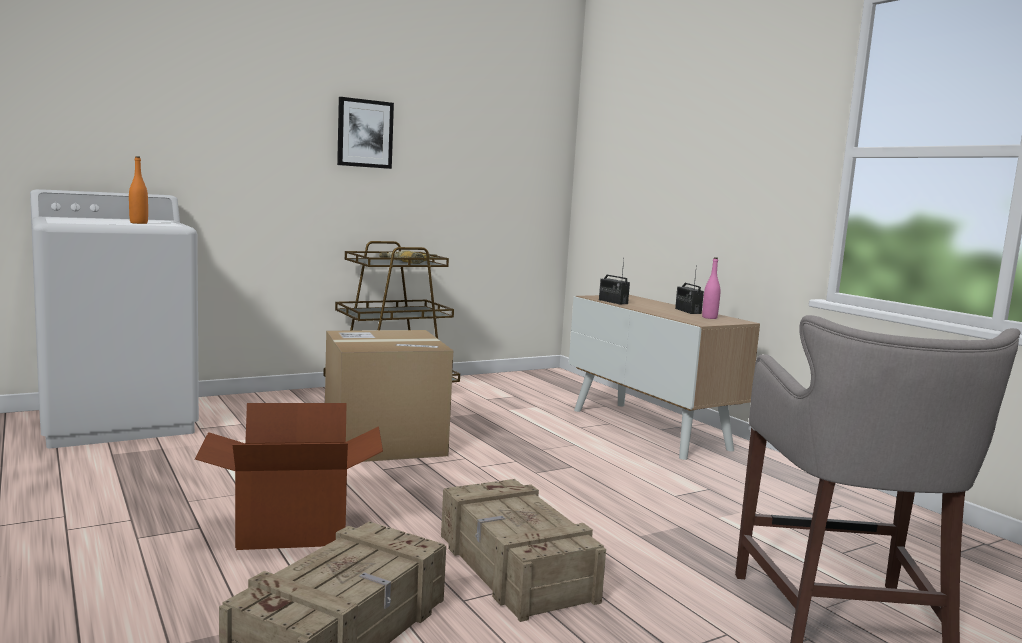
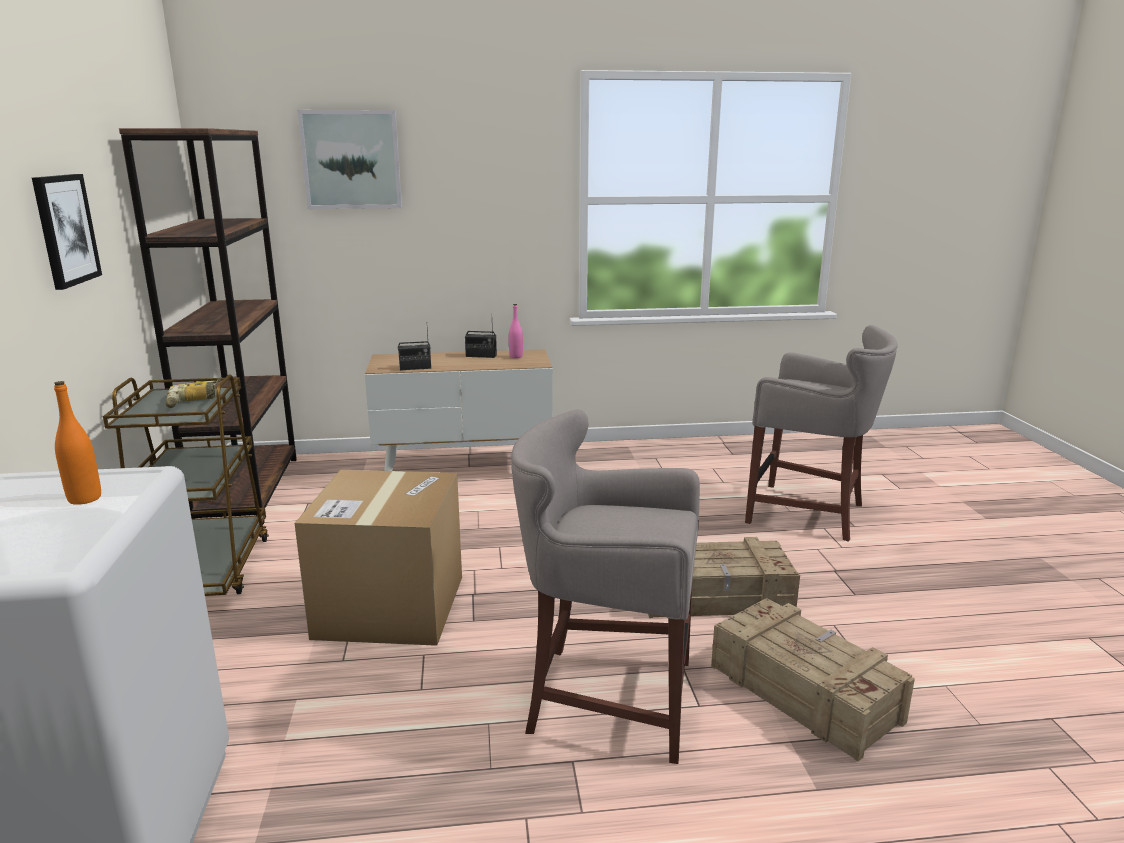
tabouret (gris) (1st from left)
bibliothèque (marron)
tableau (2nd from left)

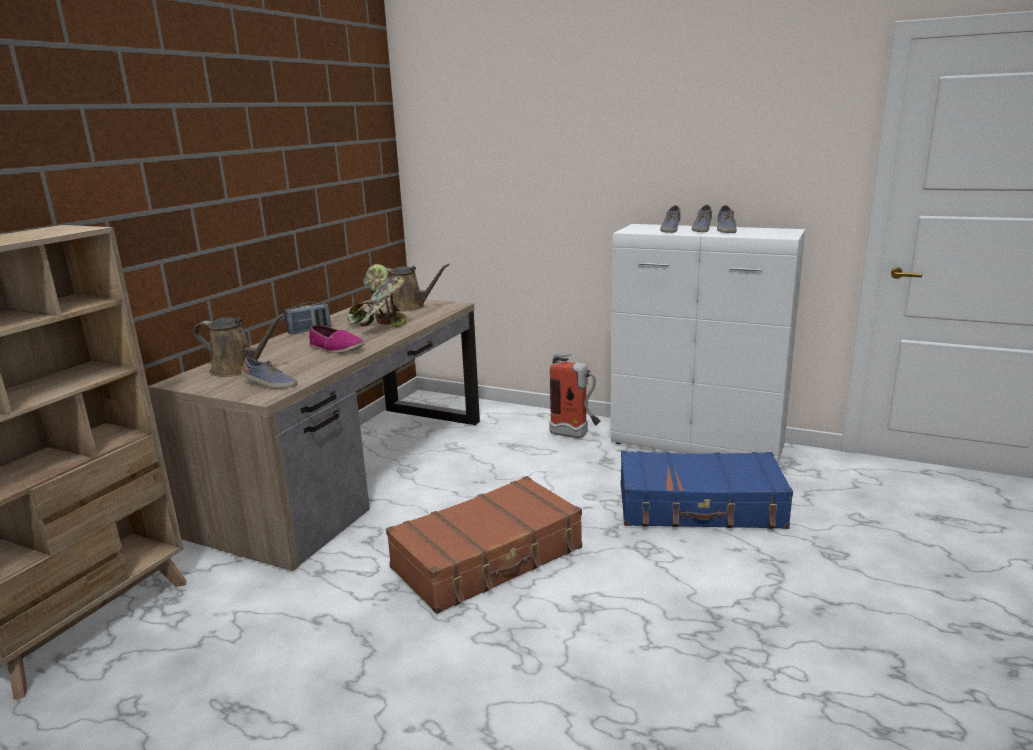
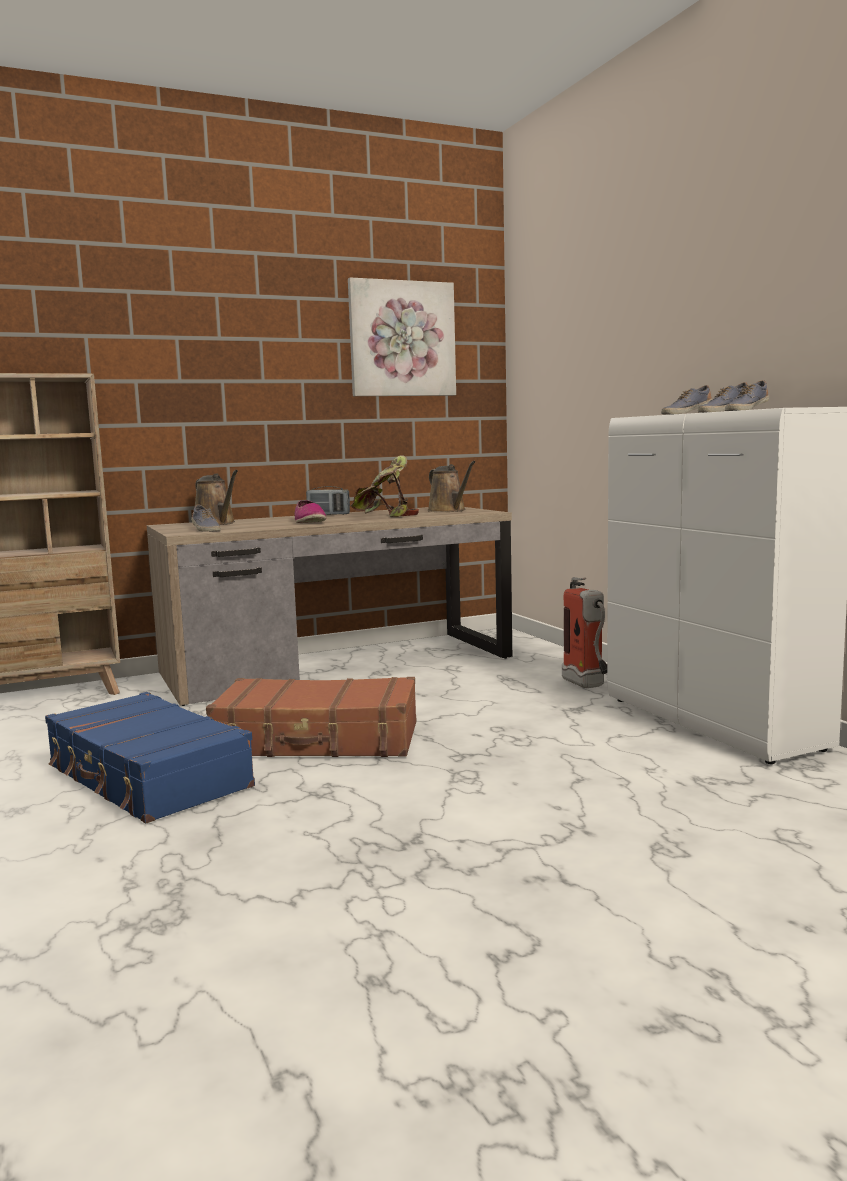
valise (bleu)
tableau

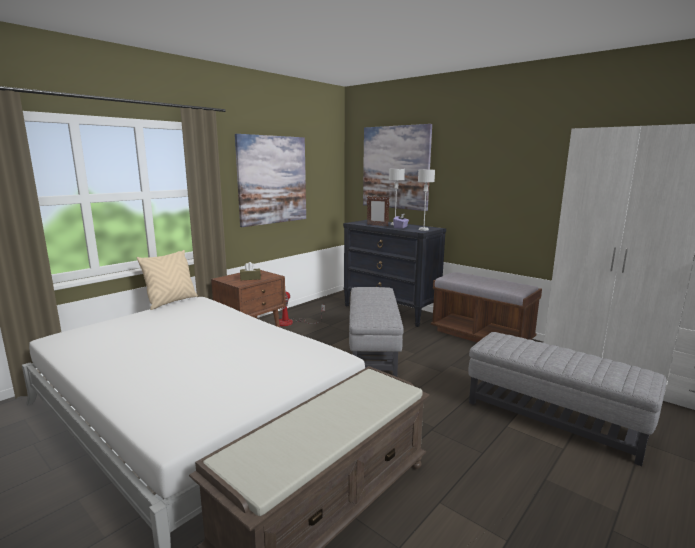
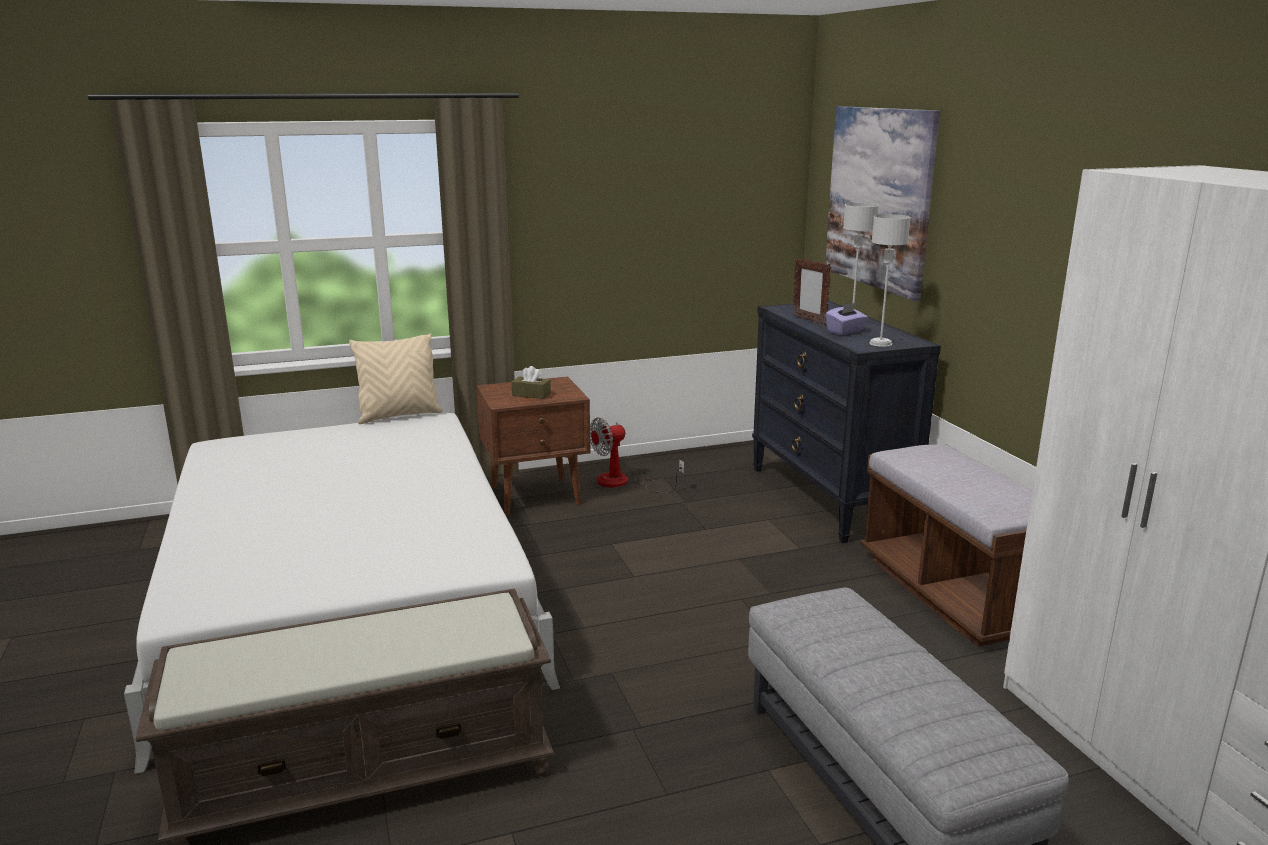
tableau (1st from left in the first image)
pouf (gris) (1st from left in the first image)

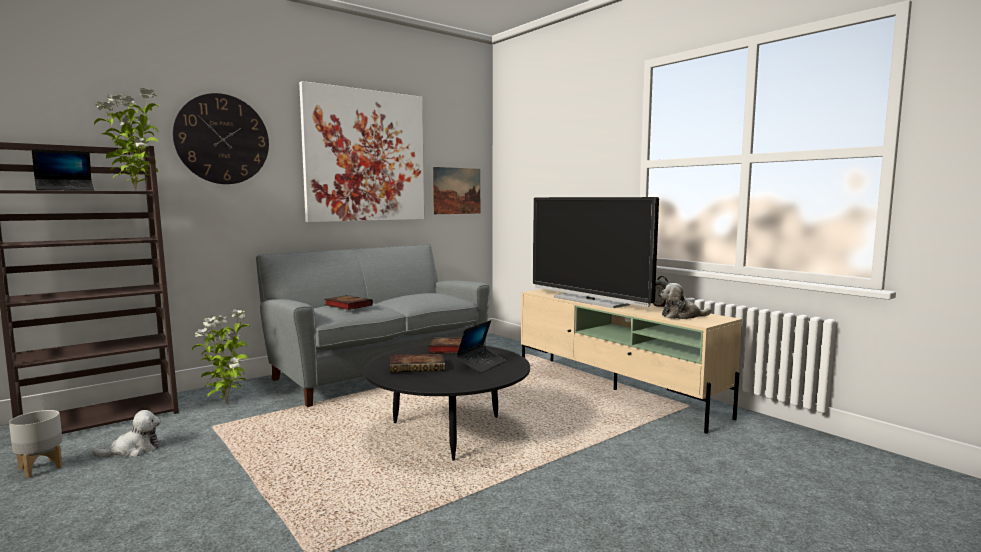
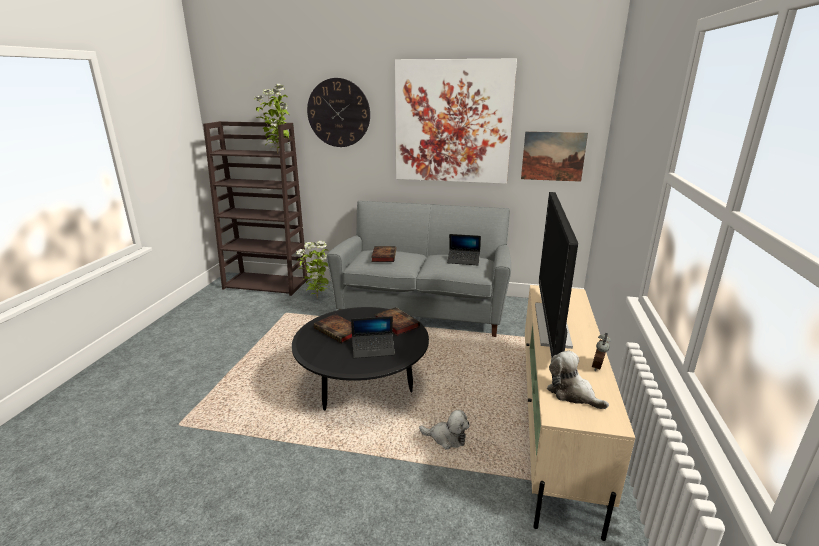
cache-pot (gris)
ordinateur portable (2nd from left)
peluche (1st from left)

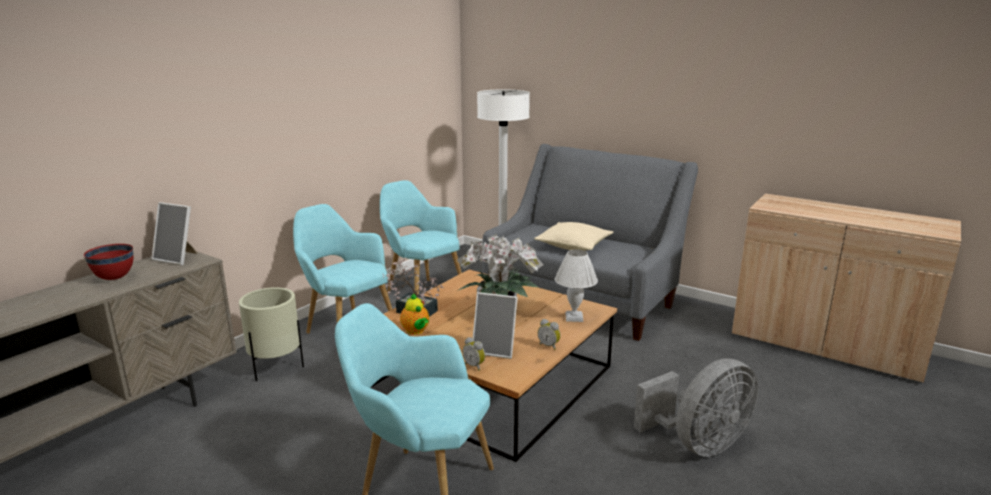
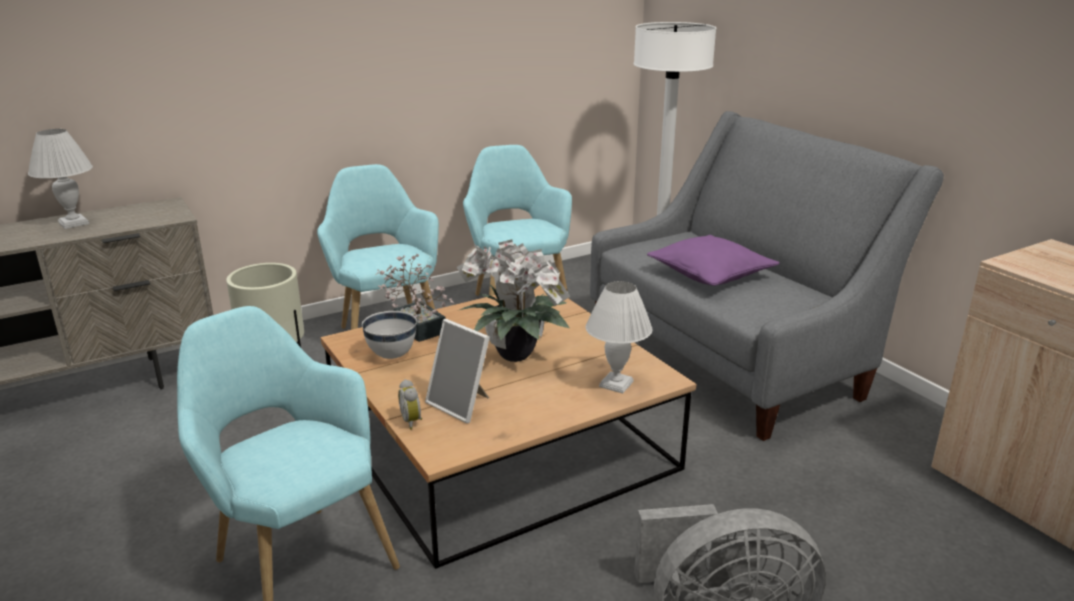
lampe de table (blanc) (1st from left)
cadre photo (1st from left in the first image)
bol (blanc)
coussin (violet)
réveil (2nd from left in the first image)

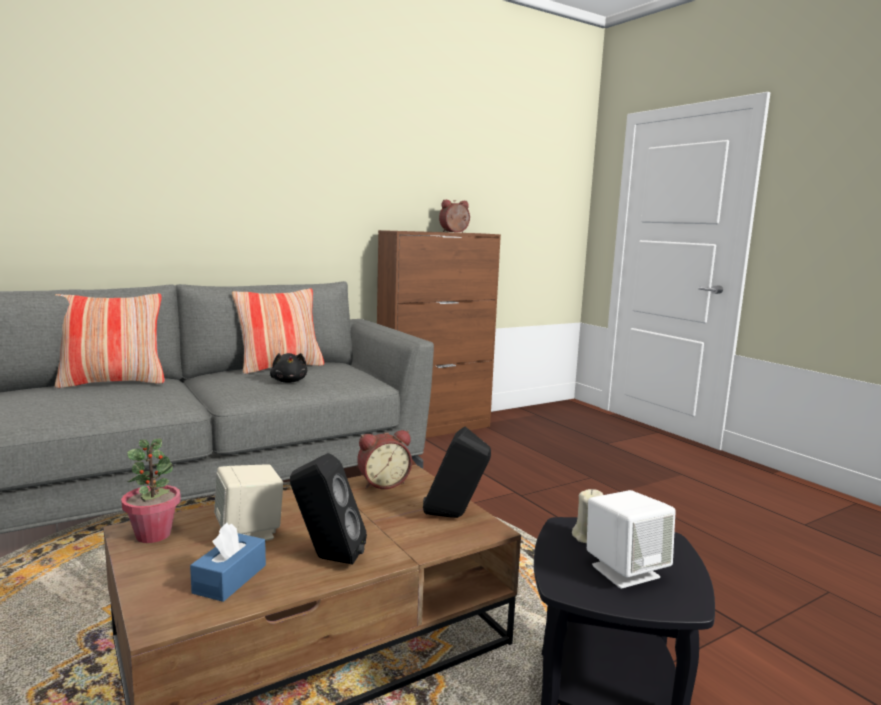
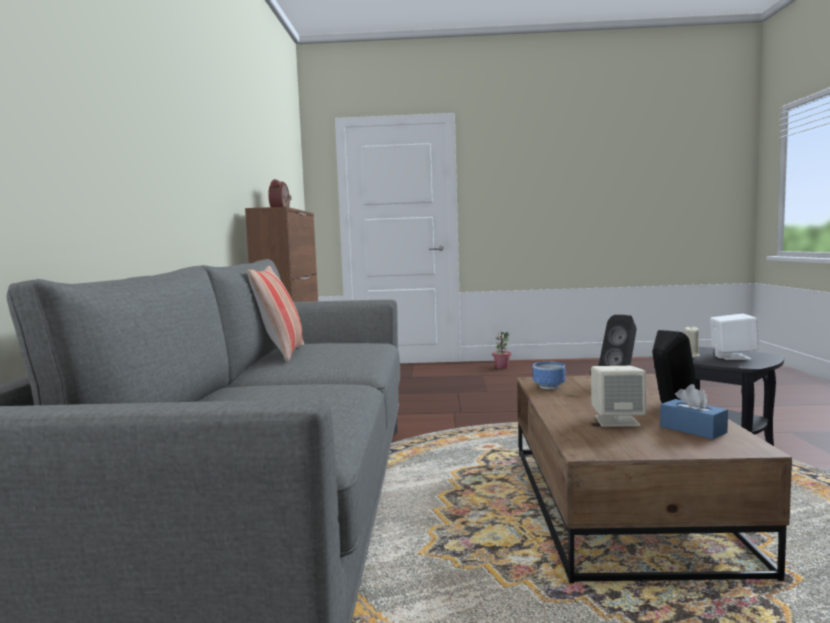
coussin (1st from left in the first image)
plante en pot
peluche (noir)
bol

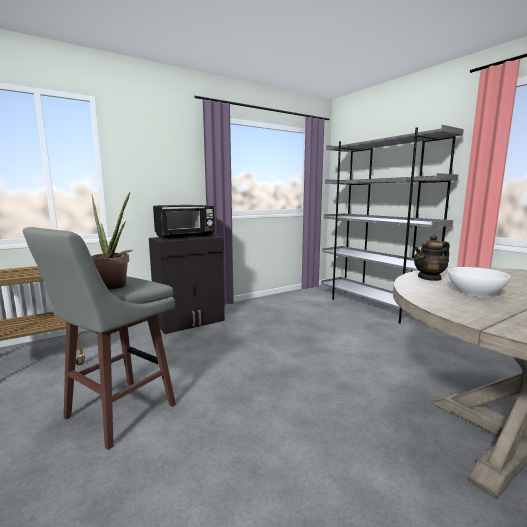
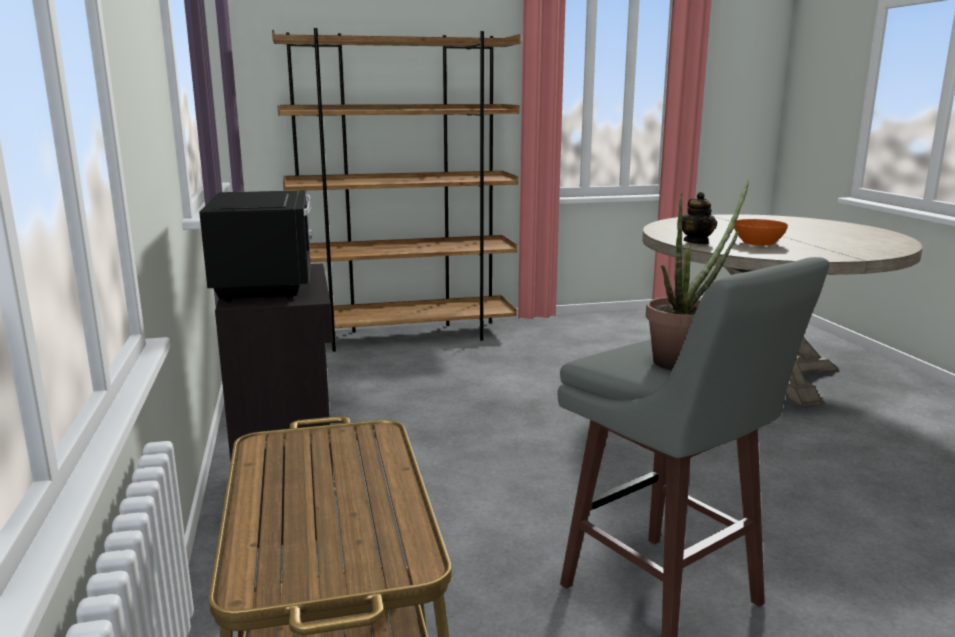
bibliothèque (marron)
bol (orange)

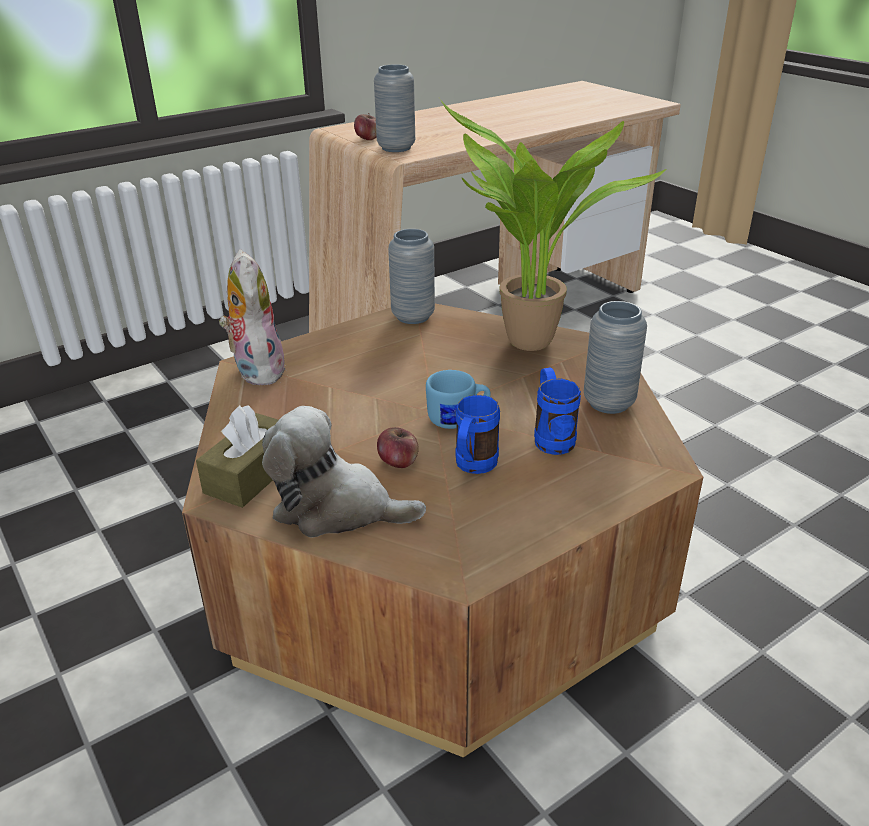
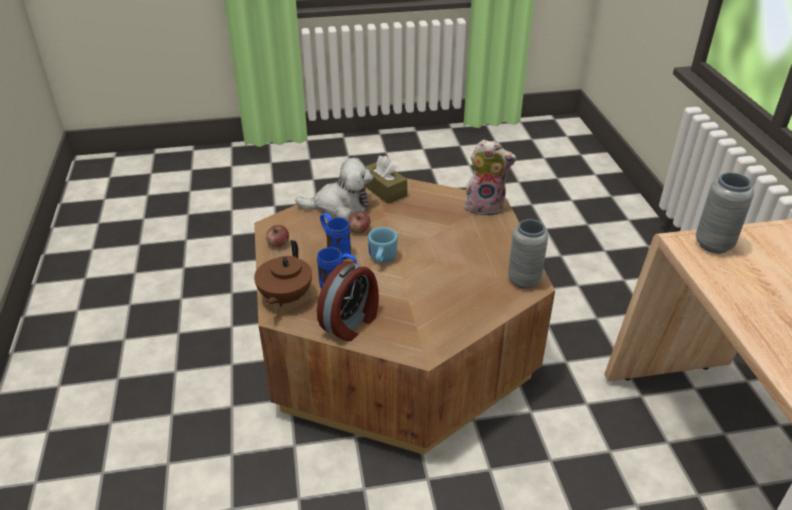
peluche (1st from left)
pomme (1st from left)
plante en pot
réveil
théière (marron)

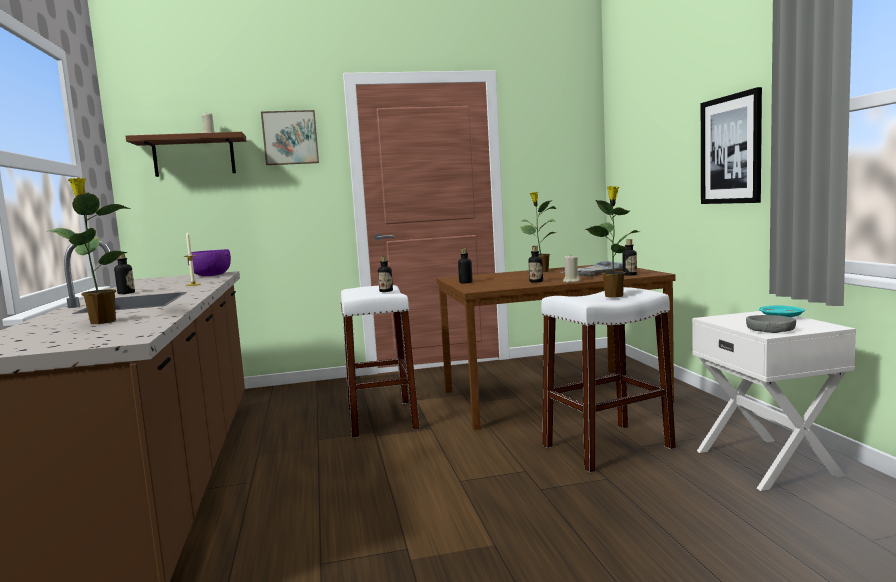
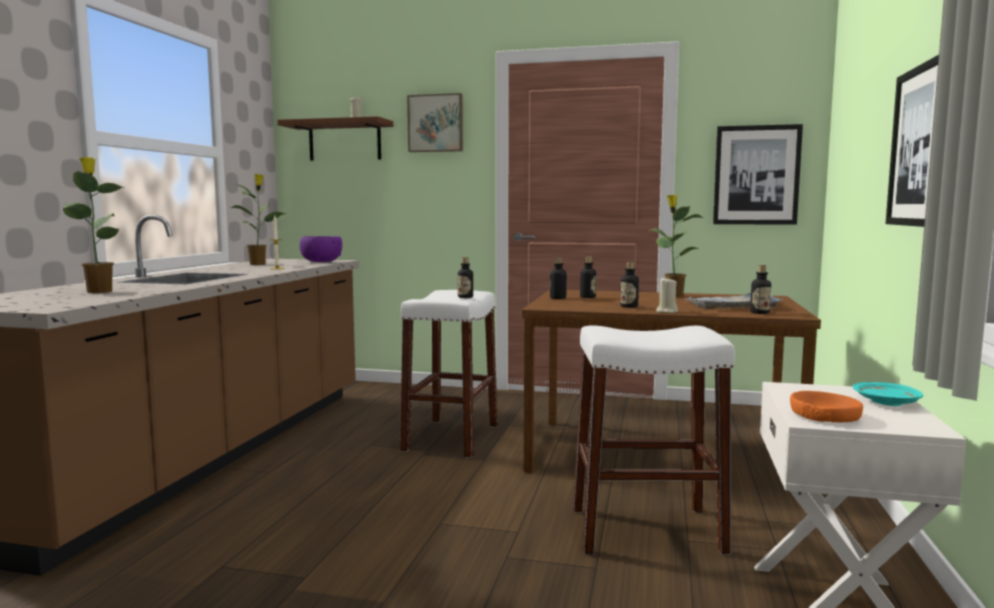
bouteille (3rd from left)
plante en pot (2nd from left)
bol (orange)
tableau (2nd from left)

